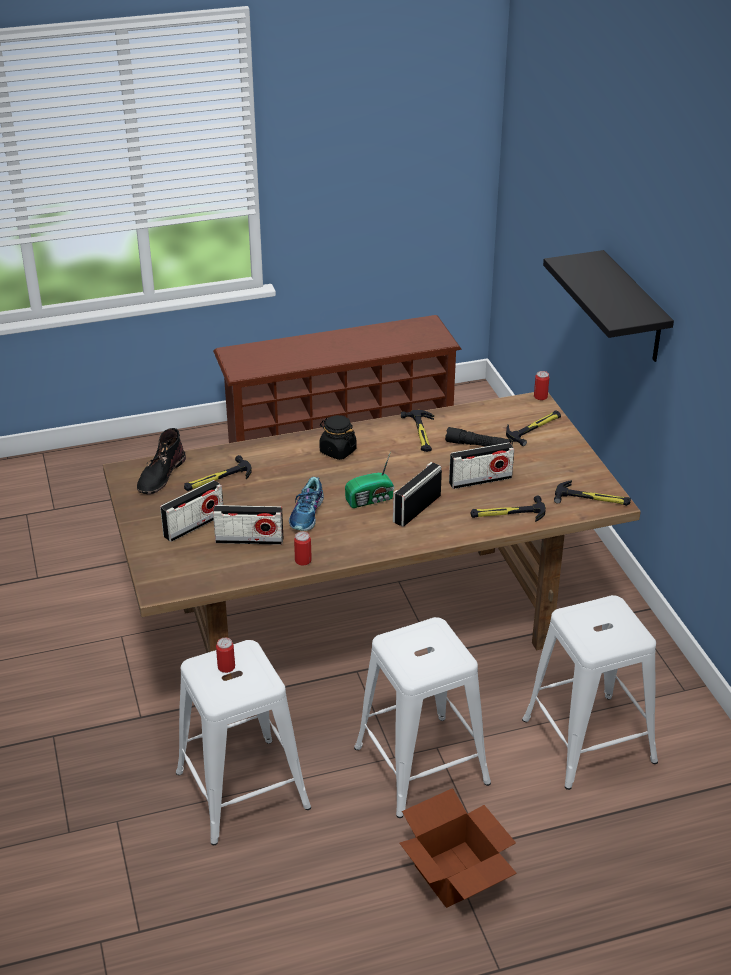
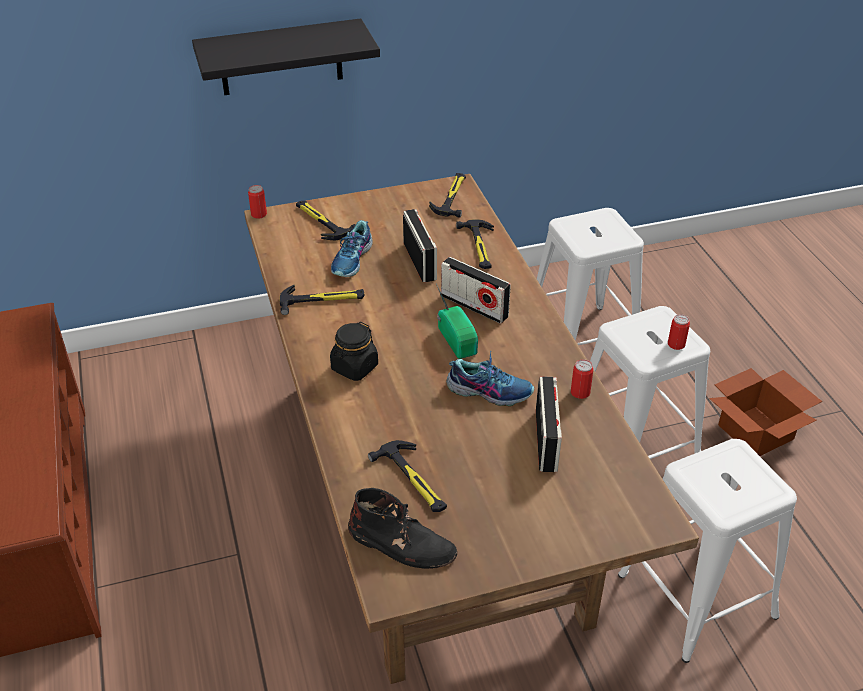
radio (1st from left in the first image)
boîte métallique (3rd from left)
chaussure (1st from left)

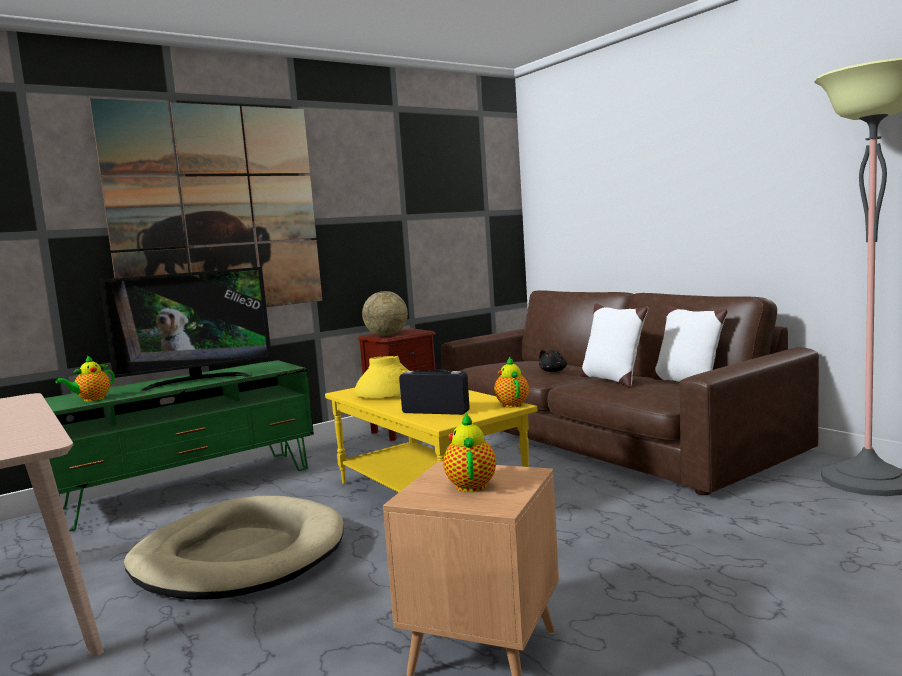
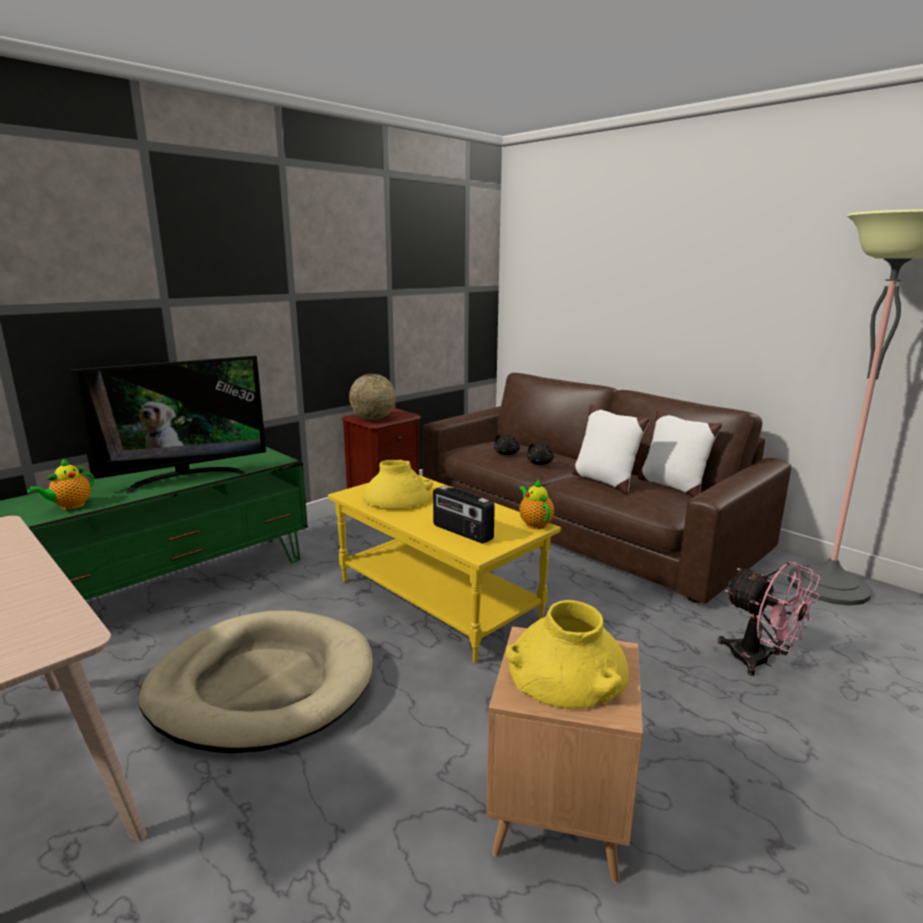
tableau
radio
vase (jaune) (2nd from left)
peluche (noir) (1st from left)
ventilateur (rose)

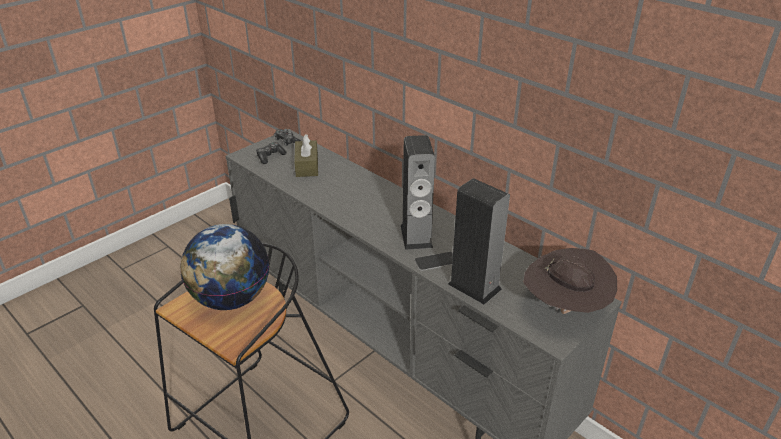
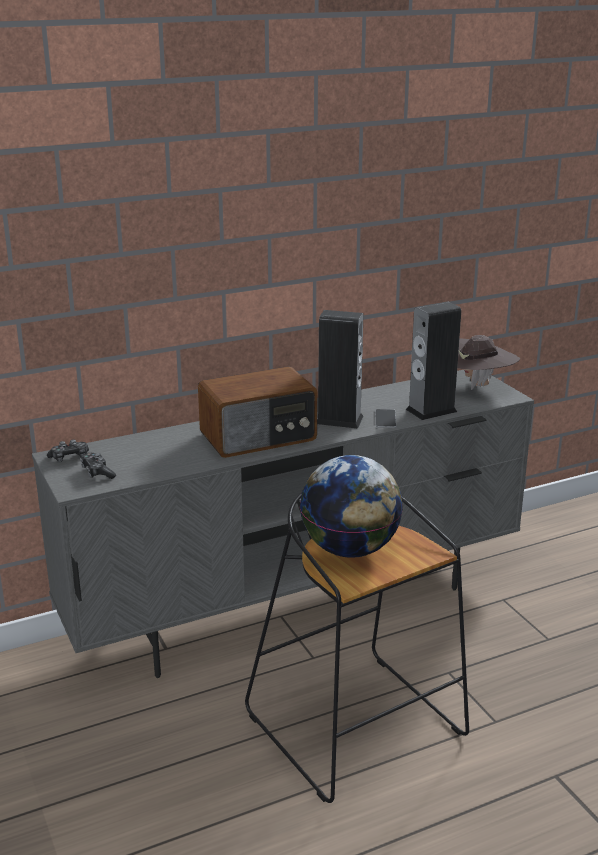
boîte à mouchoirs (marron)
radio

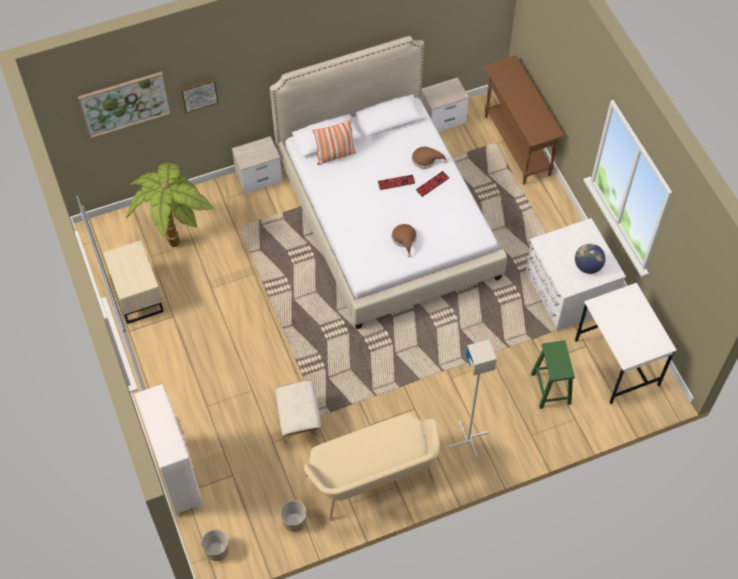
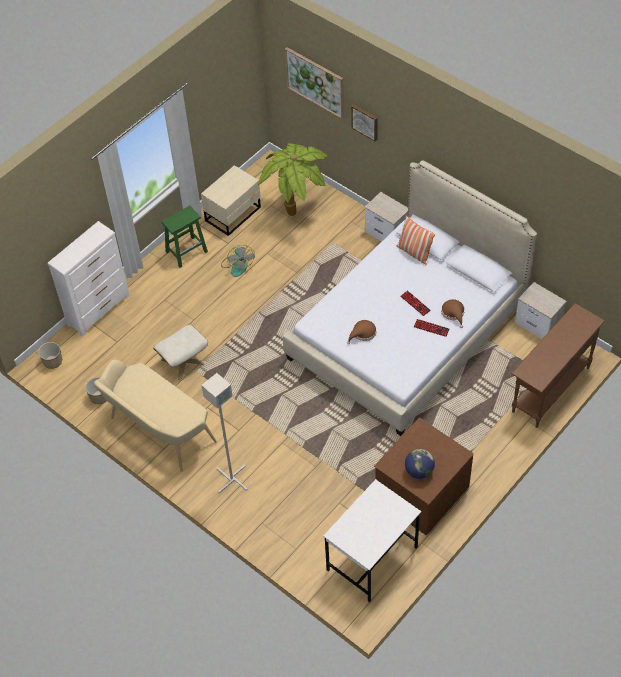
commode (marron)
tabouret (vert)
ventilateur

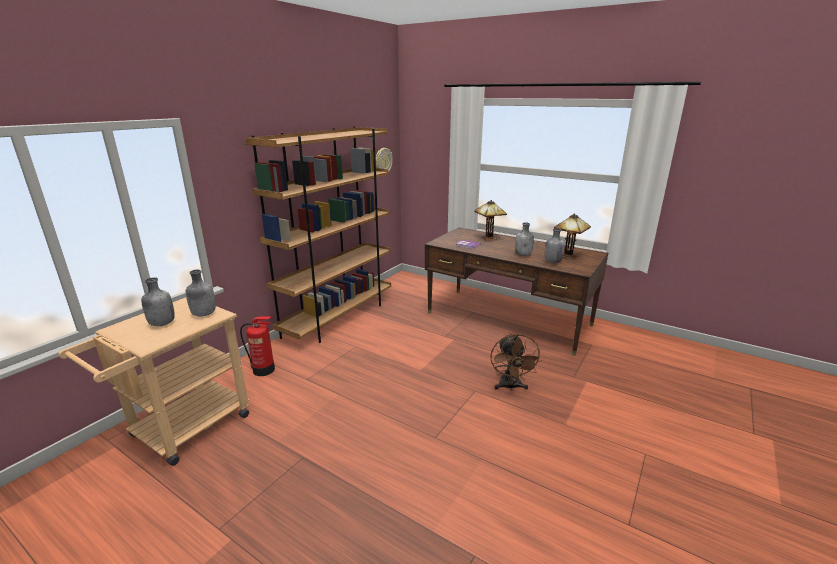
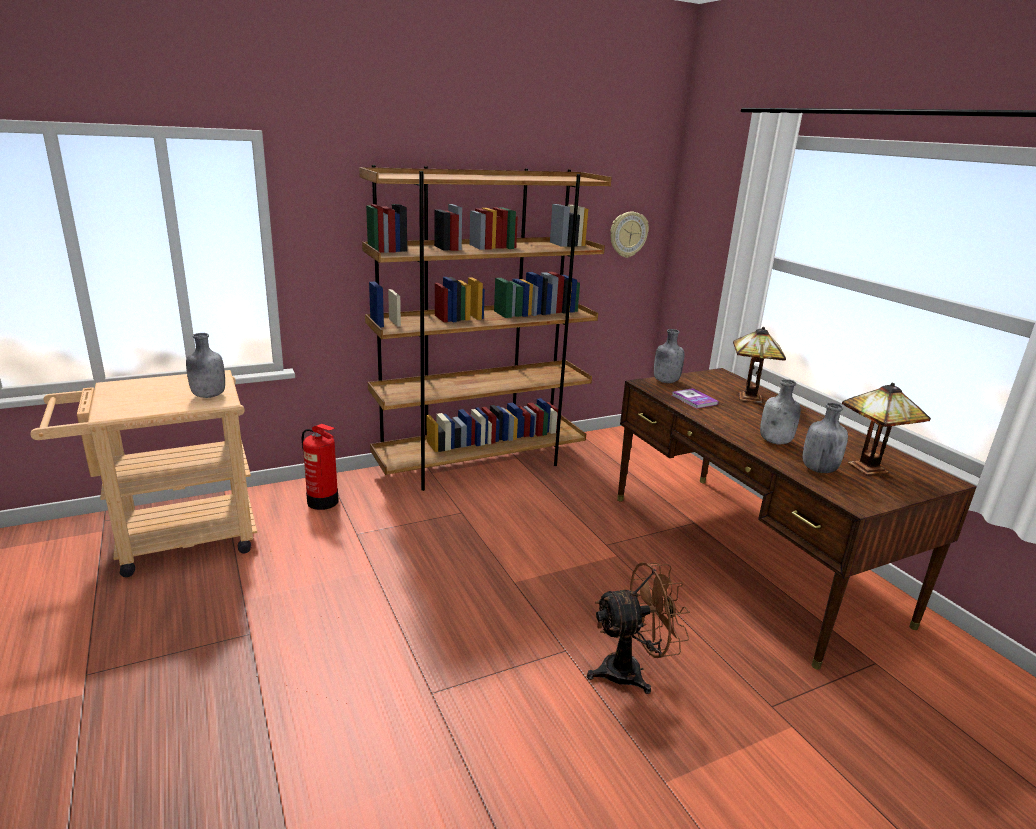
bouteille (gris) (2nd from left)
ventilateur (marron)

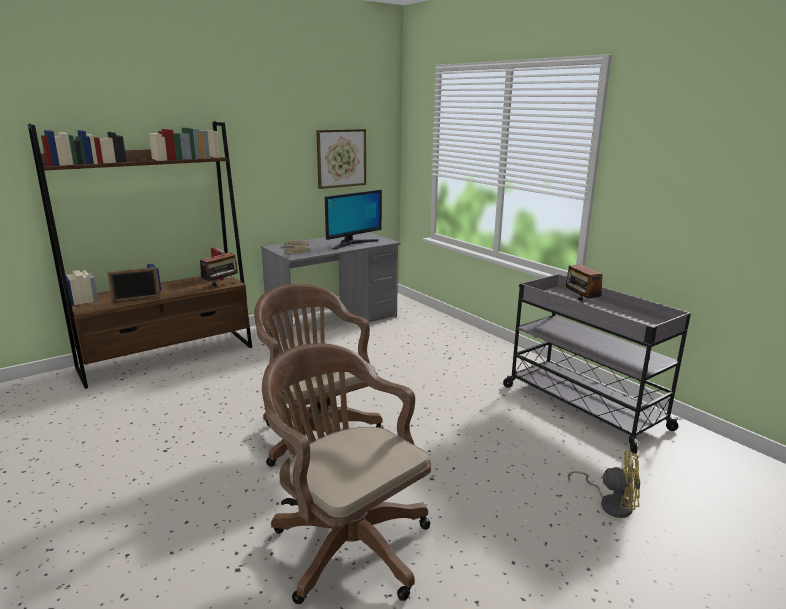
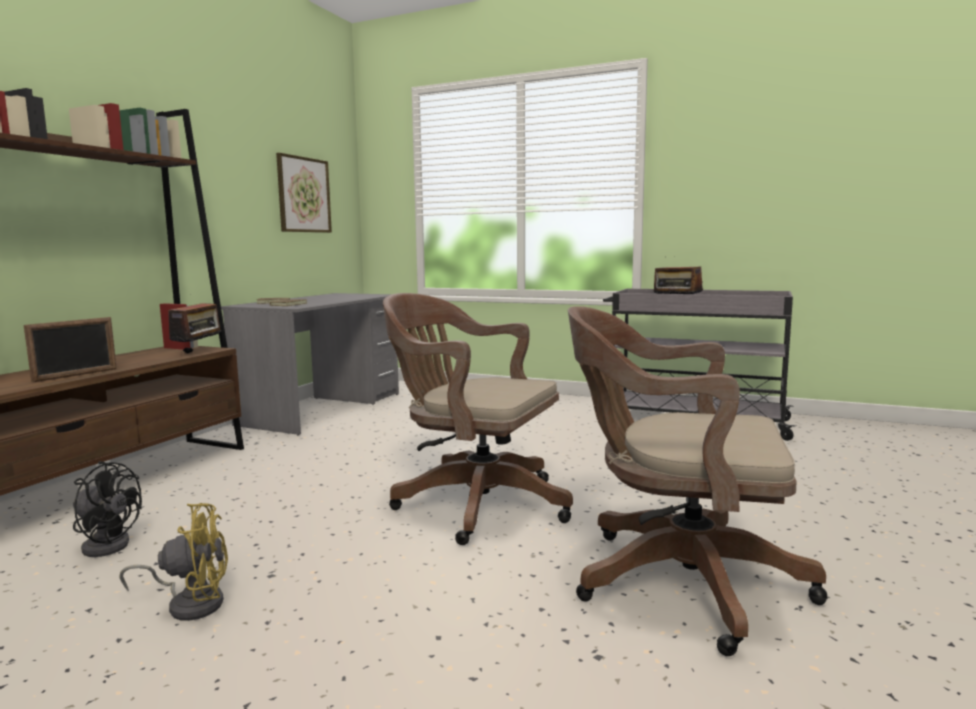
écran d'ordinateur
ventilateur (jaune)
ventilateur (noir)

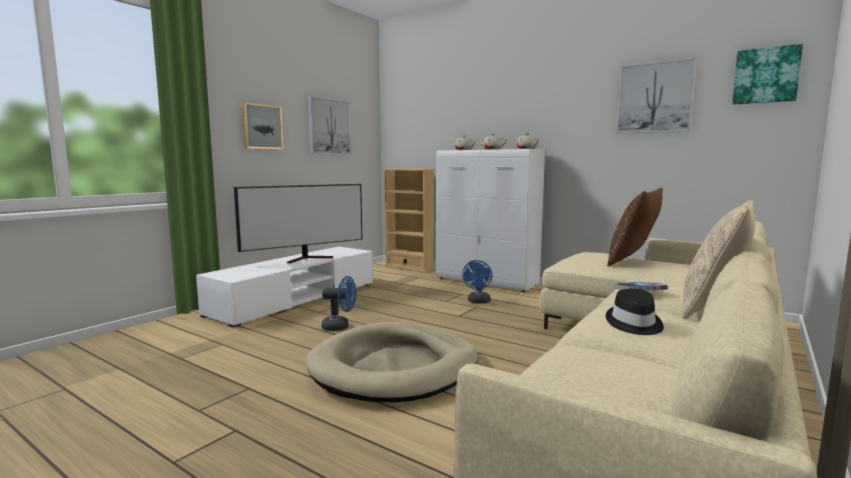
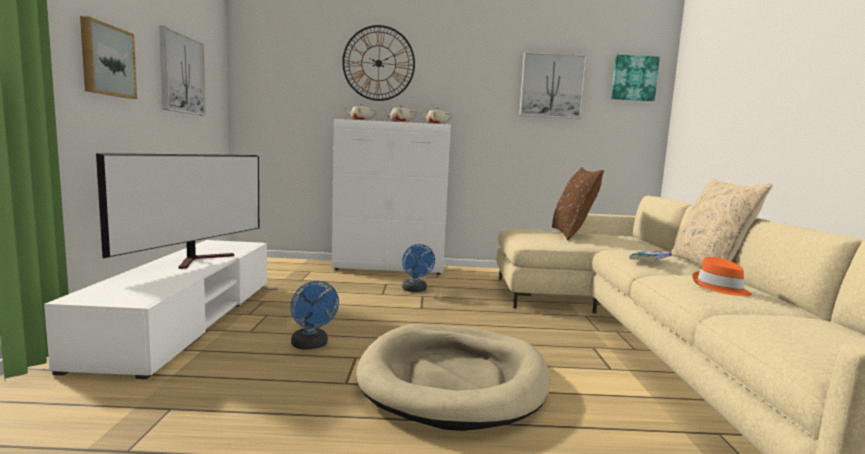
ventilateur (bleu) (1st from left)
bibliothèque (beige)
chapeau (orange)
horloge murale

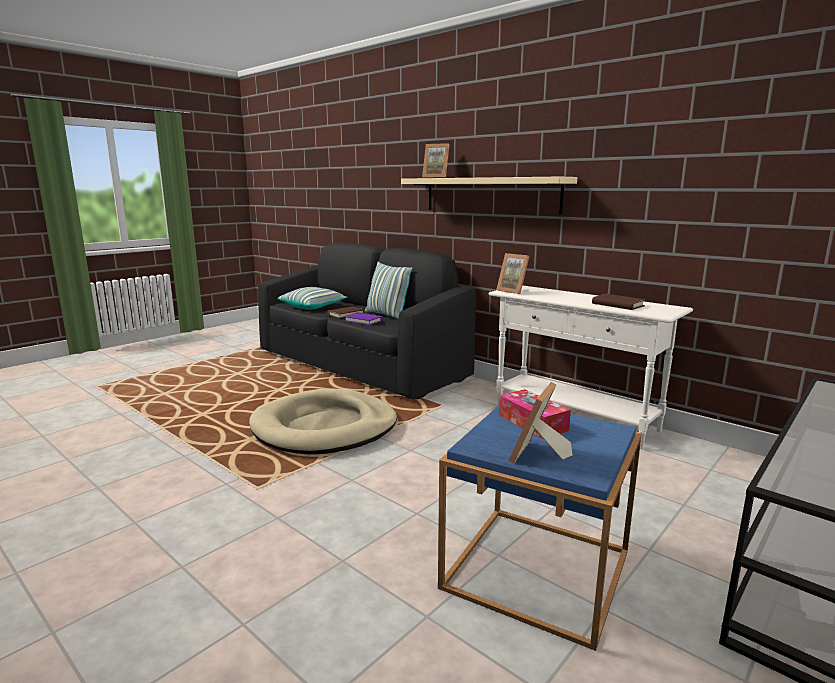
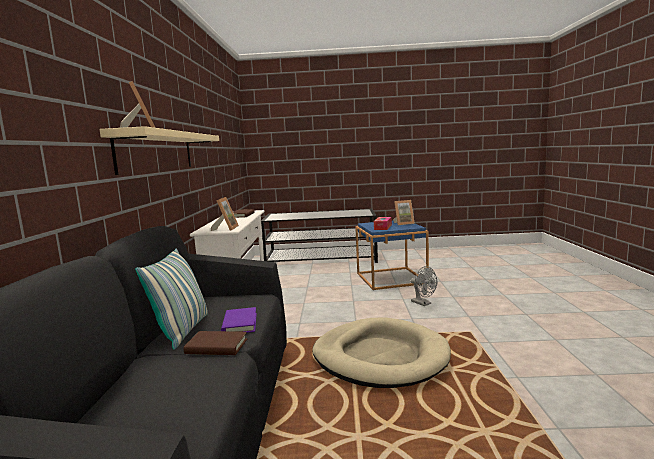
coussin (1st from left in the first image)
ventilateur (gris)

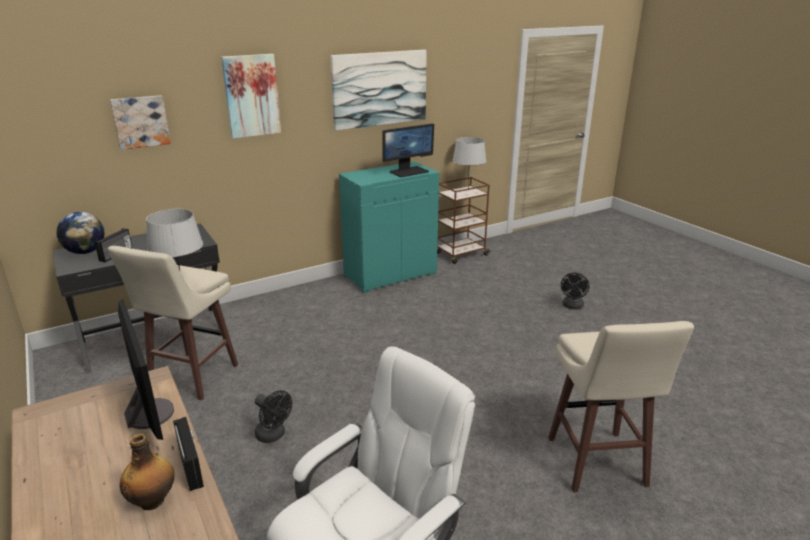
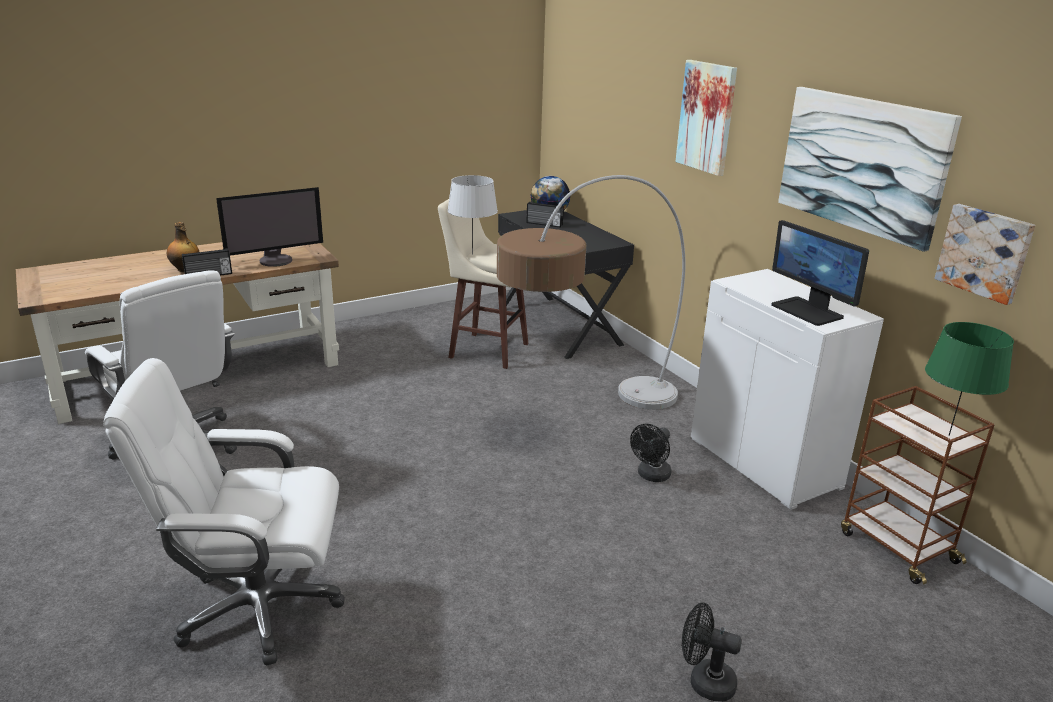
tableau (3rd from left)
ventilateur (noir) (1st from left)
meuble de rangement (blanc)
lampe de table (vert)
chaise de bureau (blanc) (2nd from left)
lampadaire

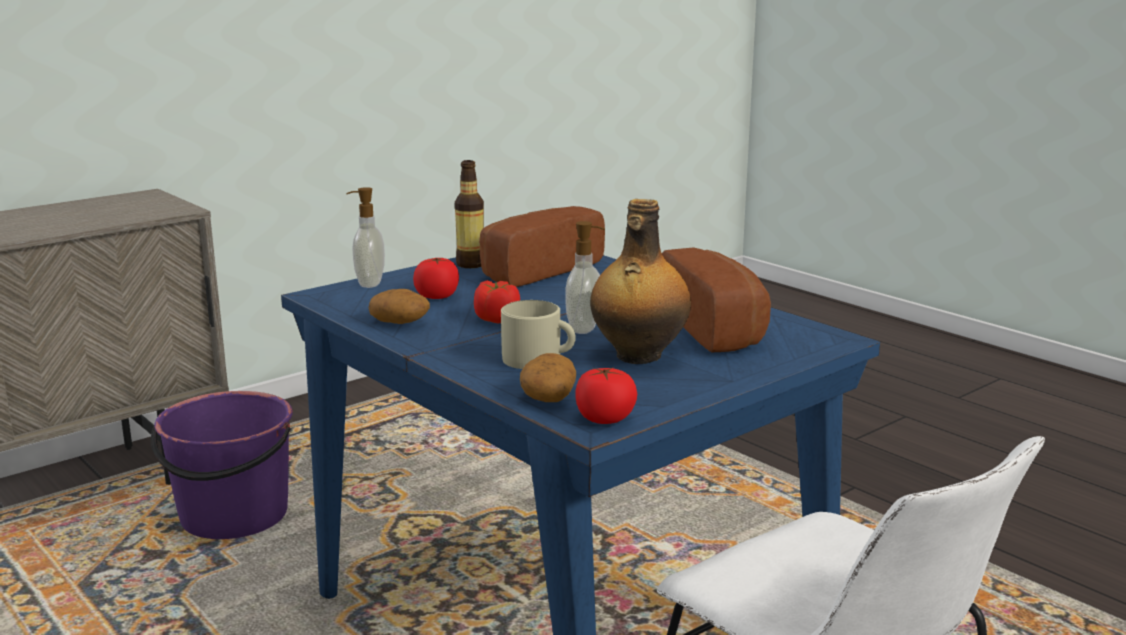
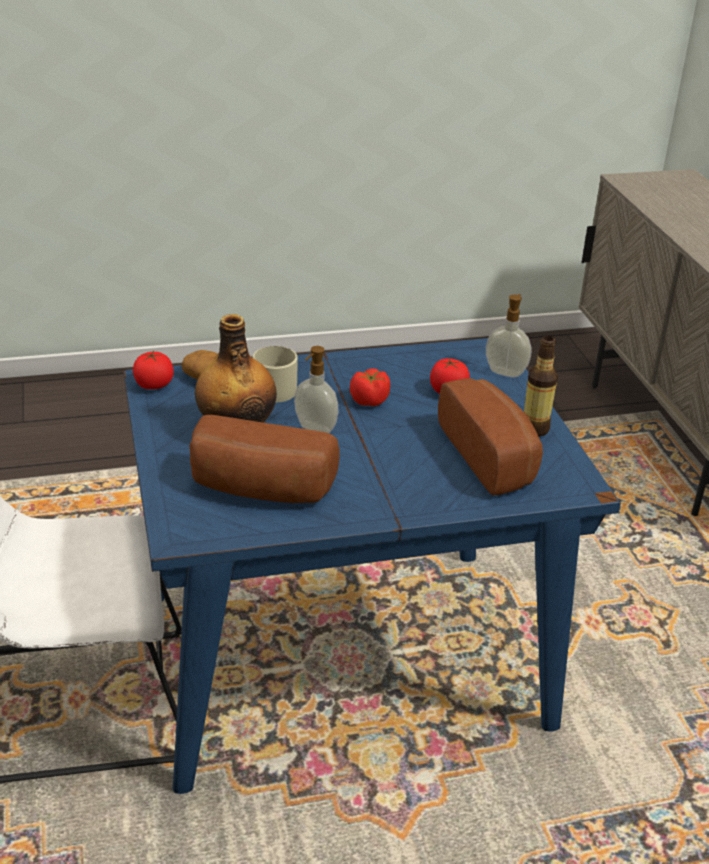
seau (violet)
pomme de terre (1st from left in the first image)

